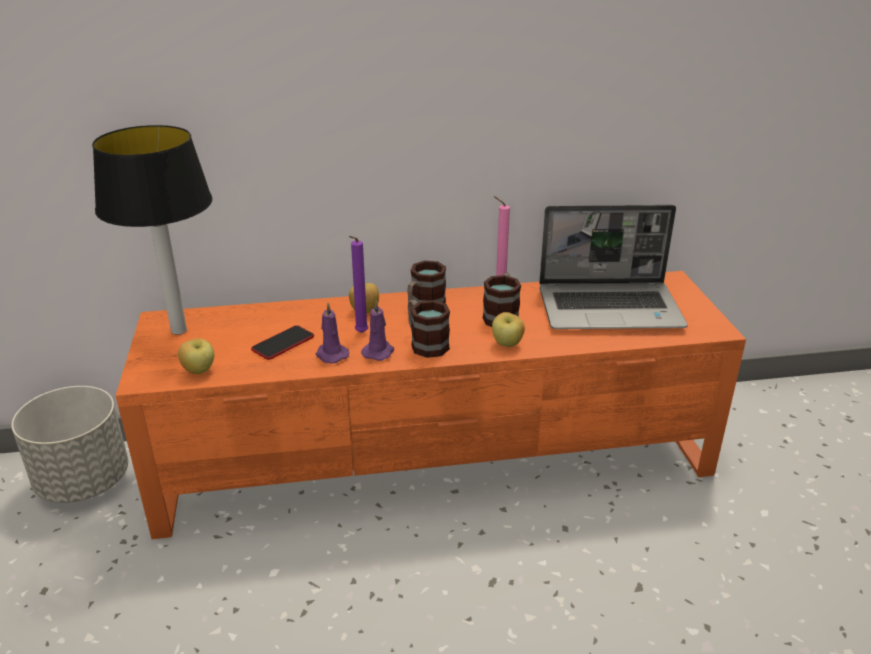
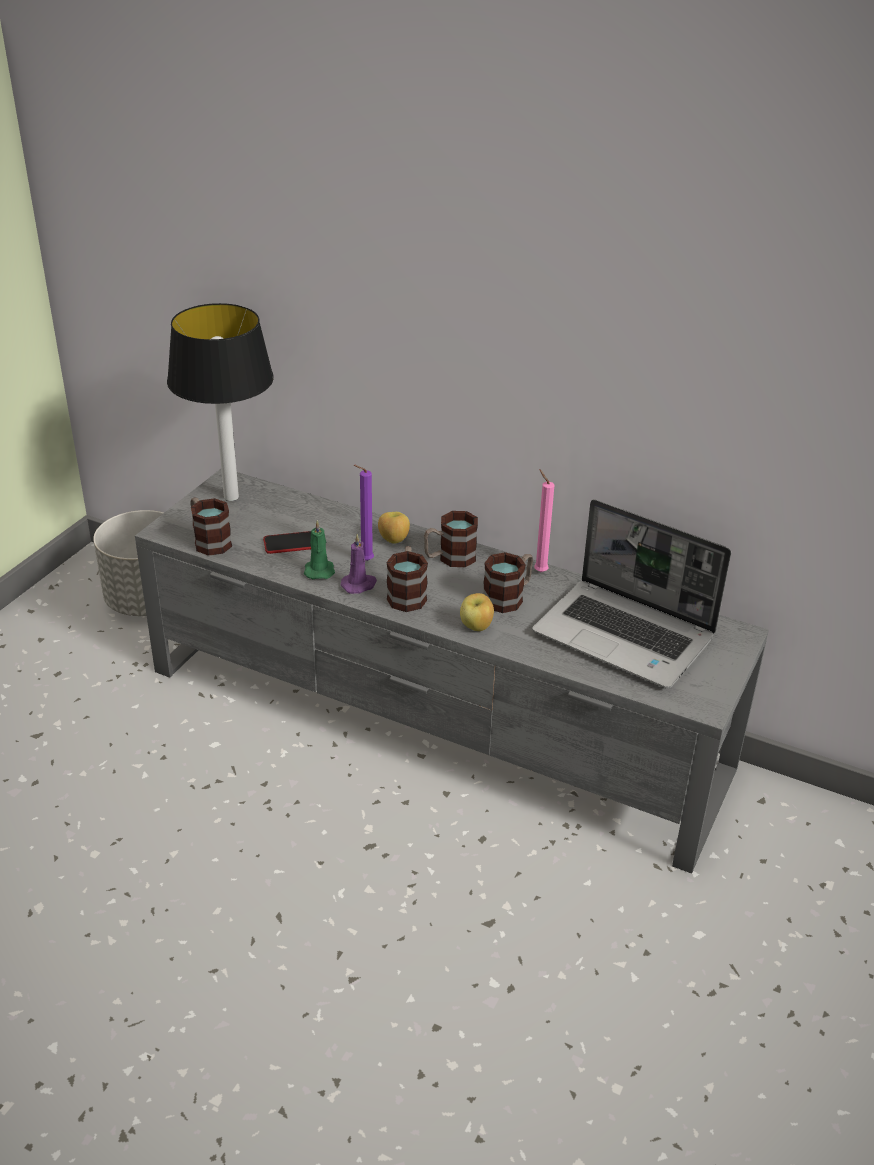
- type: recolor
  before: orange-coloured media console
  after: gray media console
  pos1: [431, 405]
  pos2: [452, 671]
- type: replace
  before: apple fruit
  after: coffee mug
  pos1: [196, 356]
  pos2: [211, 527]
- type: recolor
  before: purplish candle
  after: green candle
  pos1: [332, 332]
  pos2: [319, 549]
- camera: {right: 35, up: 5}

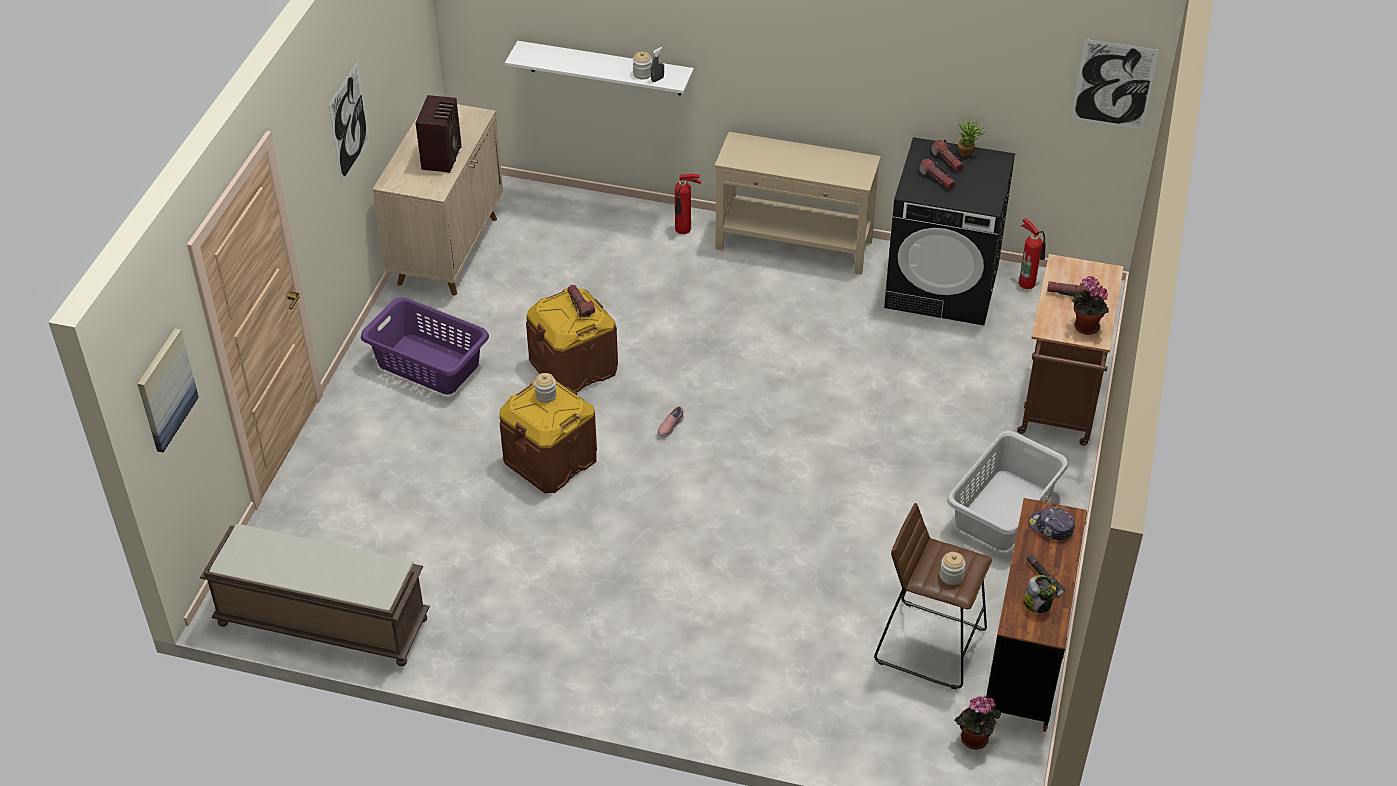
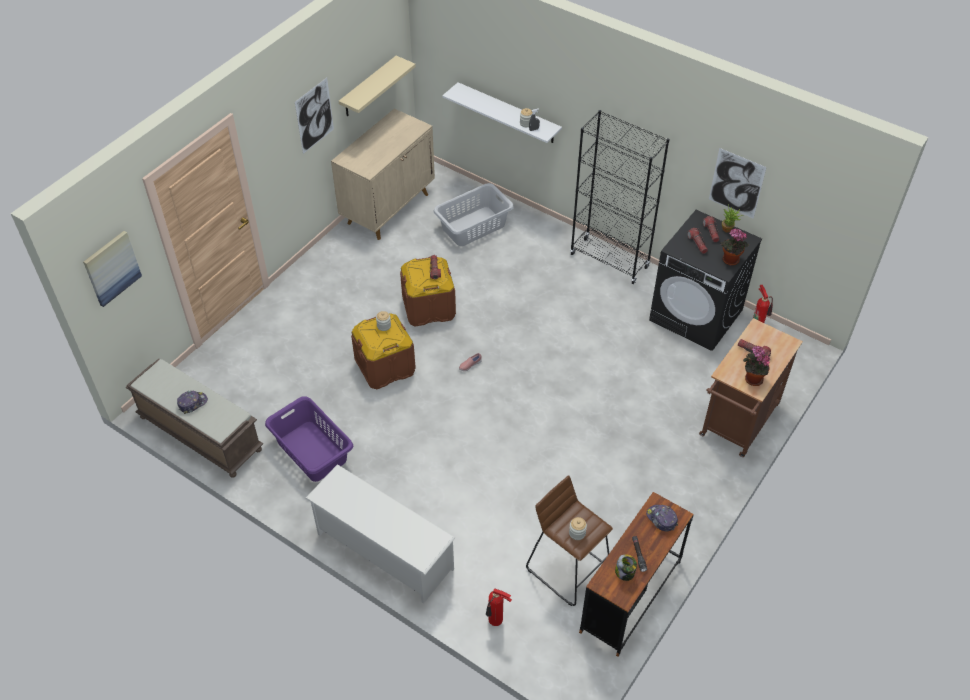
- type: move
  before: purplish laundry basket
  pos1: [425, 346]
  pos2: [309, 439]
- type: delete
  before: radio
  pos1: [438, 134]
- type: move
  before: fire extinguisher
  pos1: [688, 204]
  pos2: [499, 607]
- type: replace
  before: sand-coloured hall table
  after: black-coloured bookshelf
  pos1: [798, 203]
  pos2: [620, 197]
- type: move
  before: gray laundry basket
  pos1: [1007, 490]
  pos2: [473, 214]
- type: move
  before: potted plant
  pos1: [977, 723]
  pos2: [734, 247]
- type: move
  before: wall picture
  pos1: [1115, 84]
  pos2: [737, 183]
- type: insert
  after: baseball cap
  pos2: [192, 402]
- type: insert
  after: white shoe shelf
  pos2: [380, 534]
- type: insert
  after: sand-coloured wall shelf
  pos2: [377, 86]
- camera: {right: 20, up: 5}

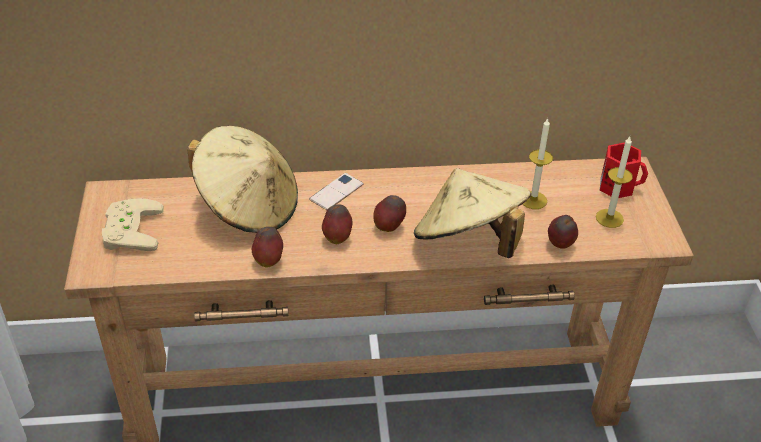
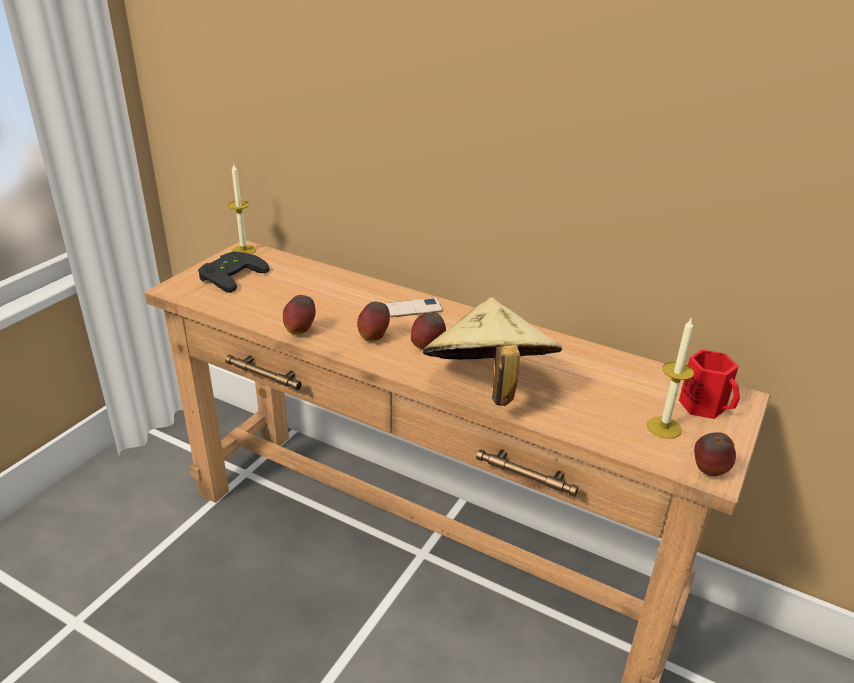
- type: recolor
  before: sand-coloured game controller
  after: black-coloured game controller
  pos1: [133, 224]
  pos2: [234, 272]
- type: delete
  before: sand-coloured hat
  pos1: [242, 179]
- type: move
  before: candle
  pos1: [538, 163]
  pos2: [242, 209]
- type: move
  before: apple fruit
  pos1: [563, 232]
  pos2: [715, 454]
- camera: {right: 35, up: -10}

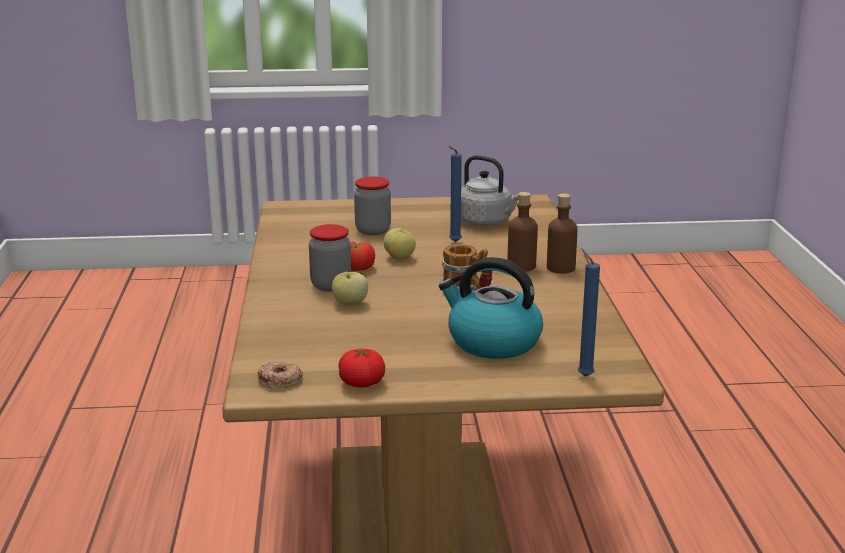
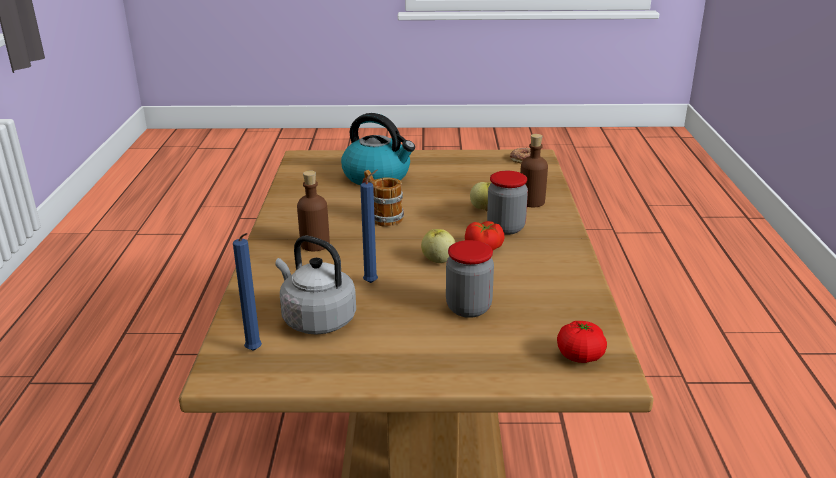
- type: move
  before: tomato
  pos1: [362, 367]
  pos2: [582, 342]
- type: move
  before: brown bottle
  pos1: [562, 233]
  pos2: [534, 170]
- type: move
  before: bluish candle
  pos1: [589, 313]
  pos2: [247, 292]
- camera: {right: -175, up: 5}

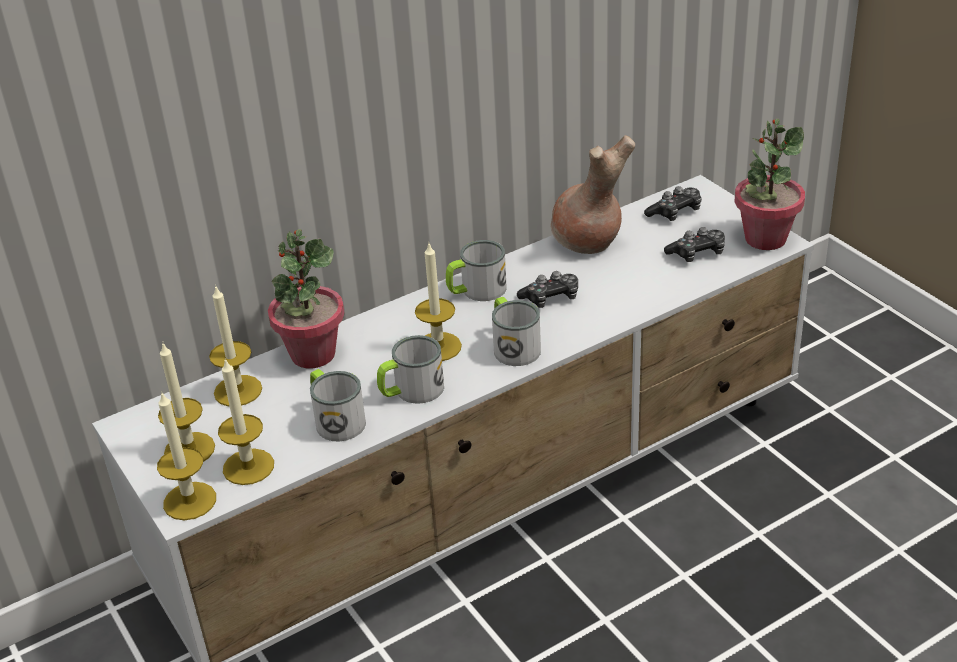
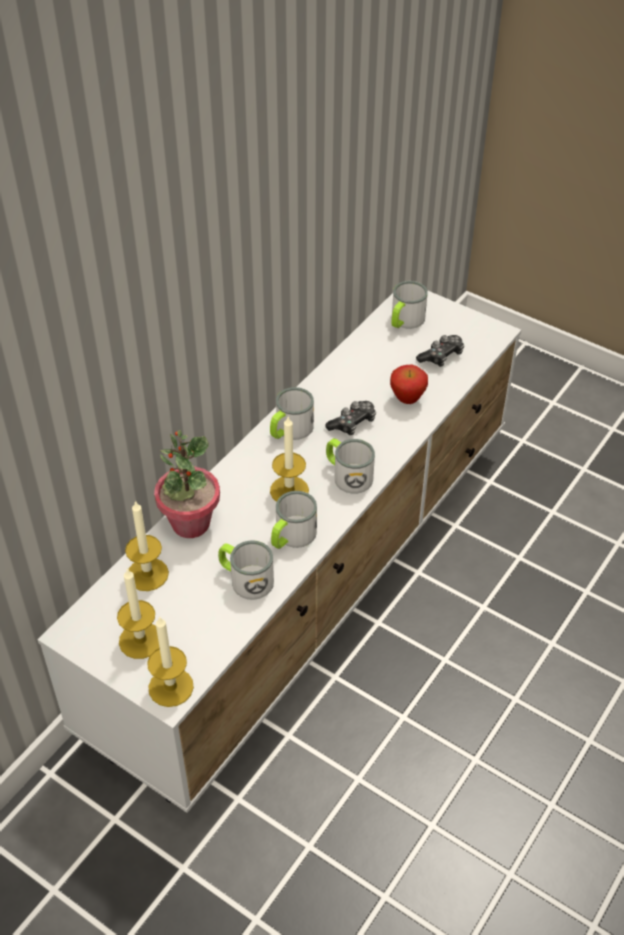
- type: delete
  before: candle
  pos1: [246, 422]
- type: delete
  before: brown decorative vase
  pos1: [592, 194]
- type: replace
  before: game controller
  after: coffee mug
  pos1: [673, 203]
  pos2: [409, 305]
- type: delete
  before: potted plant
  pos1: [770, 184]
- type: insert
  after: apple fruit
  pos2: [409, 384]
- camera: {right: -25, up: 10}

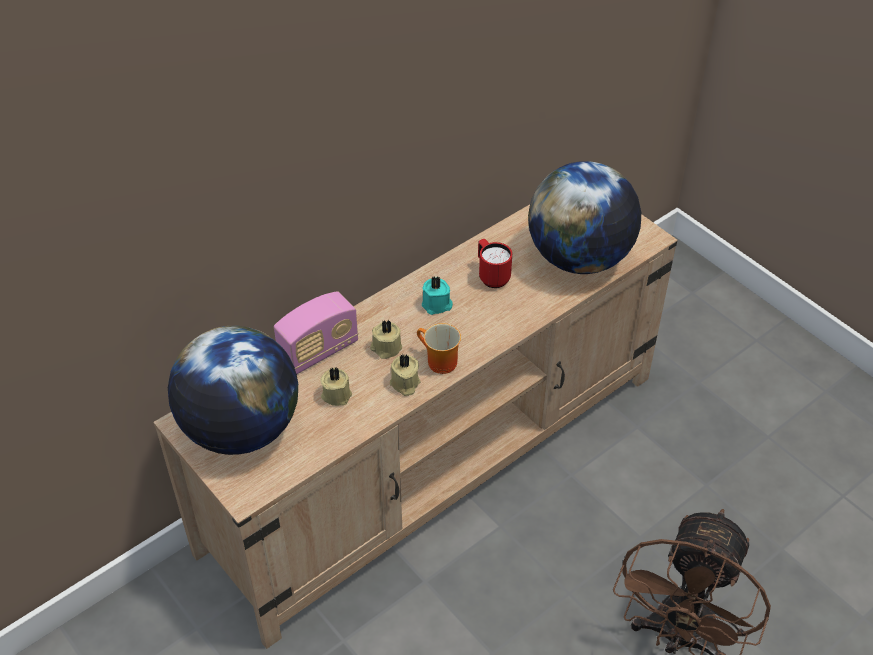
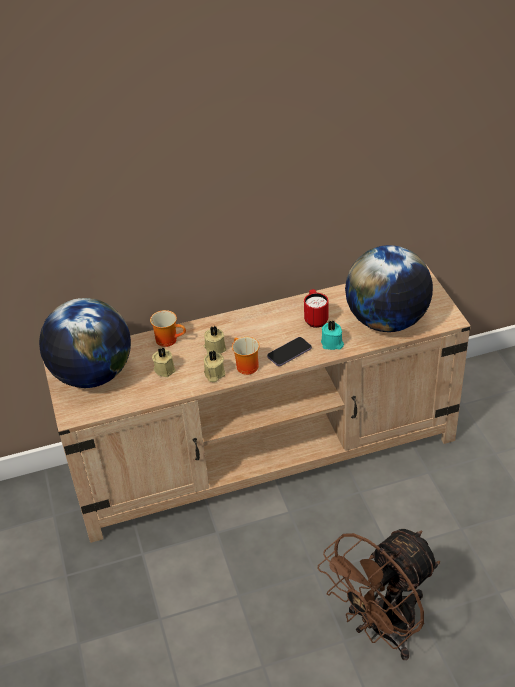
- type: replace
  before: radio
  after: coffee mug
  pos1: [316, 333]
  pos2: [168, 328]
- type: move
  before: turquoise-coloured candle
  pos1: [437, 295]
  pos2: [332, 335]
- type: insert
  after: handset
  pos2: [289, 351]
- camera: {right: 25, up: -5}

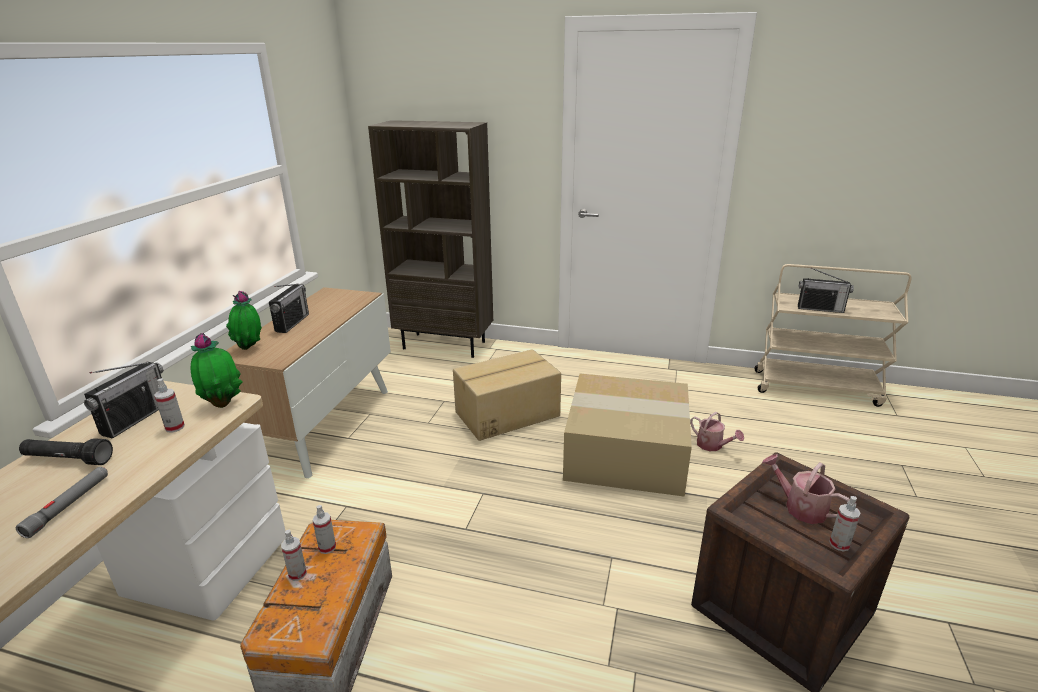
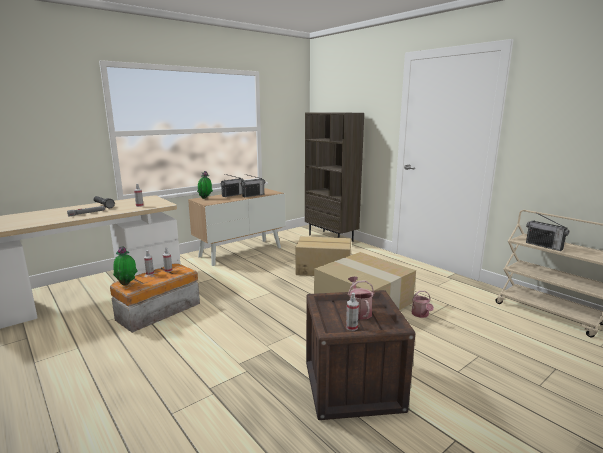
- type: move
  before: radio
  pos1: [123, 400]
  pos2: [253, 185]
- type: move
  before: potted plant
  pos1: [217, 370]
  pos2: [125, 265]
- camera: {right: 35, up: -10}

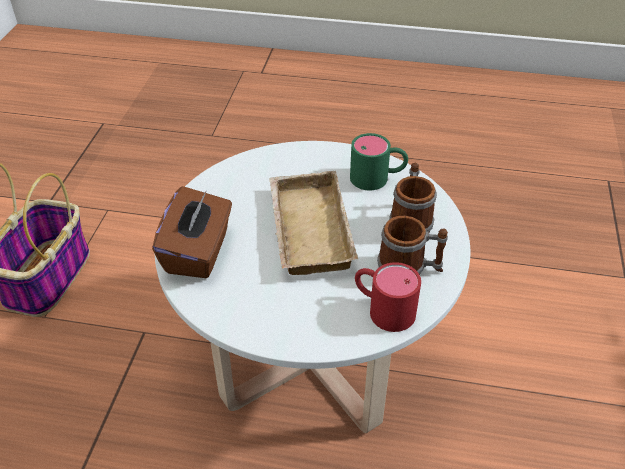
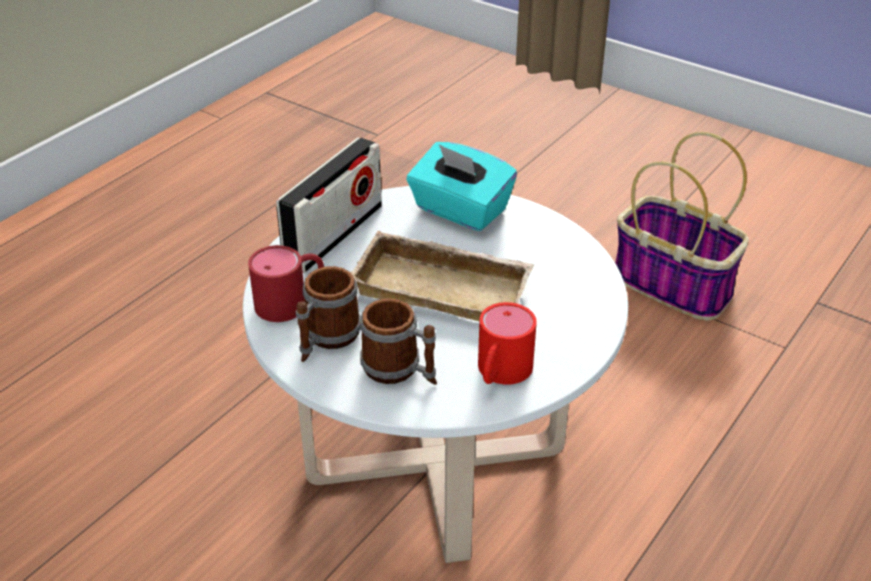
- type: recolor
  before: brown tissue holder
  after: turquoise-coloured tissue holder
  pos1: [192, 232]
  pos2: [461, 186]
- type: recolor
  before: green coffee mug
  after: reddish coffee mug
  pos1: [379, 161]
  pos2: [507, 343]
- type: insert
  after: radio
  pos2: [329, 205]
- camera: {right: 115, up: -5}

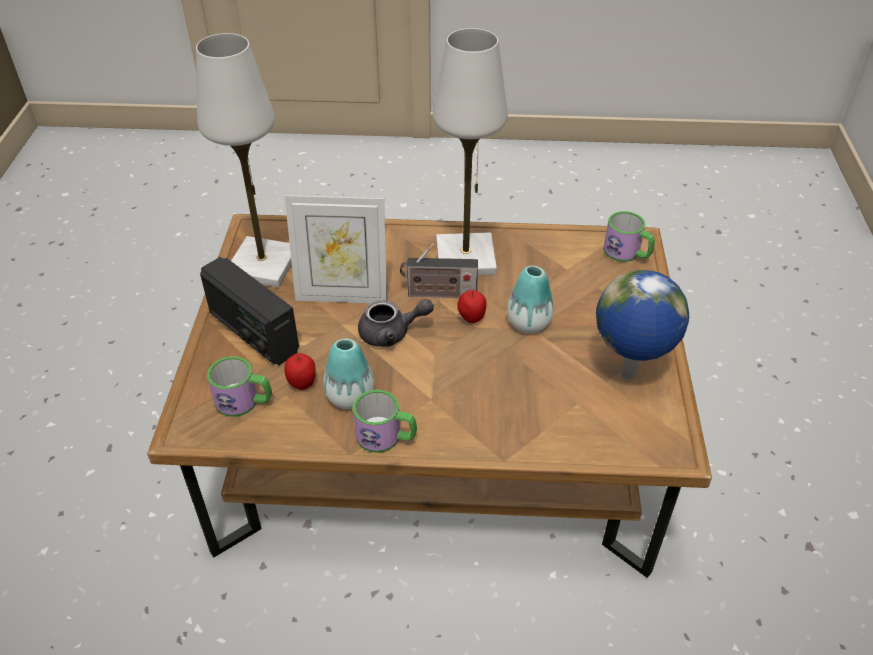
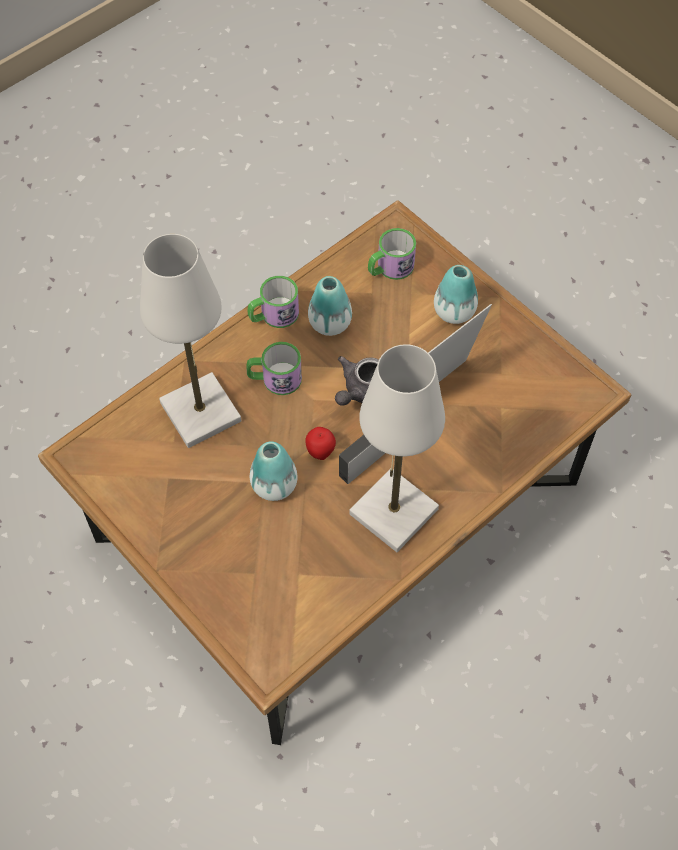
- type: move
  before: white lamp for a table
  pos1: [244, 160]
  pos2: [190, 341]
- type: replace
  before: radio
  after: decorative vase
  pos1: [249, 311]
  pos2: [456, 294]
- type: delete
  before: apple fruit
  pos1: [300, 371]
- type: delete
  before: world globe
  pos1: [642, 324]
- type: move
  before: coffee mug
  pos1: [629, 236]
  pos2: [274, 368]
- camera: {right: 135, up: 15}

